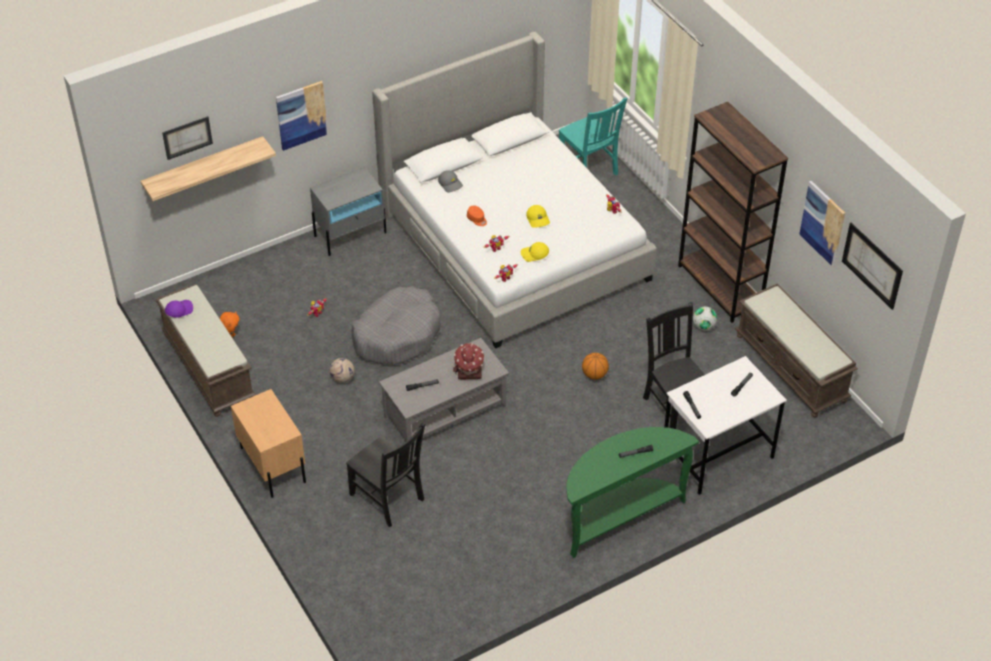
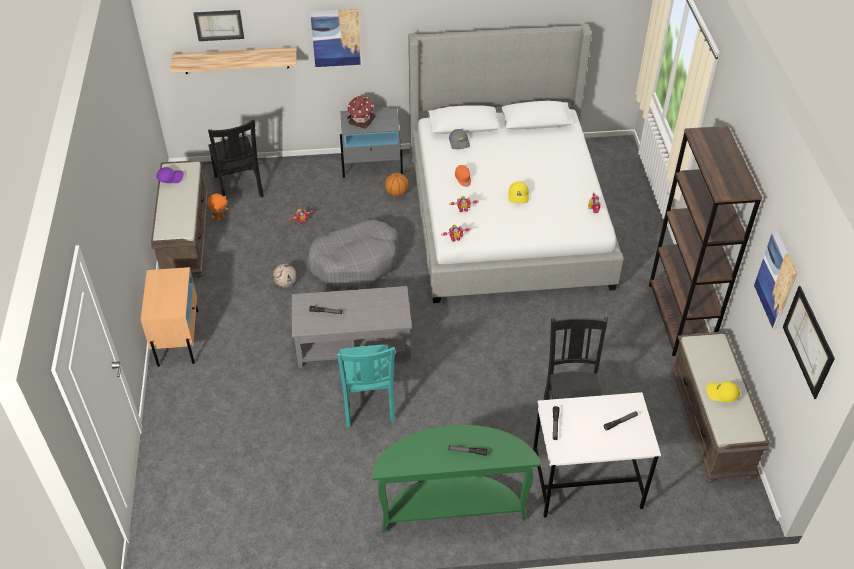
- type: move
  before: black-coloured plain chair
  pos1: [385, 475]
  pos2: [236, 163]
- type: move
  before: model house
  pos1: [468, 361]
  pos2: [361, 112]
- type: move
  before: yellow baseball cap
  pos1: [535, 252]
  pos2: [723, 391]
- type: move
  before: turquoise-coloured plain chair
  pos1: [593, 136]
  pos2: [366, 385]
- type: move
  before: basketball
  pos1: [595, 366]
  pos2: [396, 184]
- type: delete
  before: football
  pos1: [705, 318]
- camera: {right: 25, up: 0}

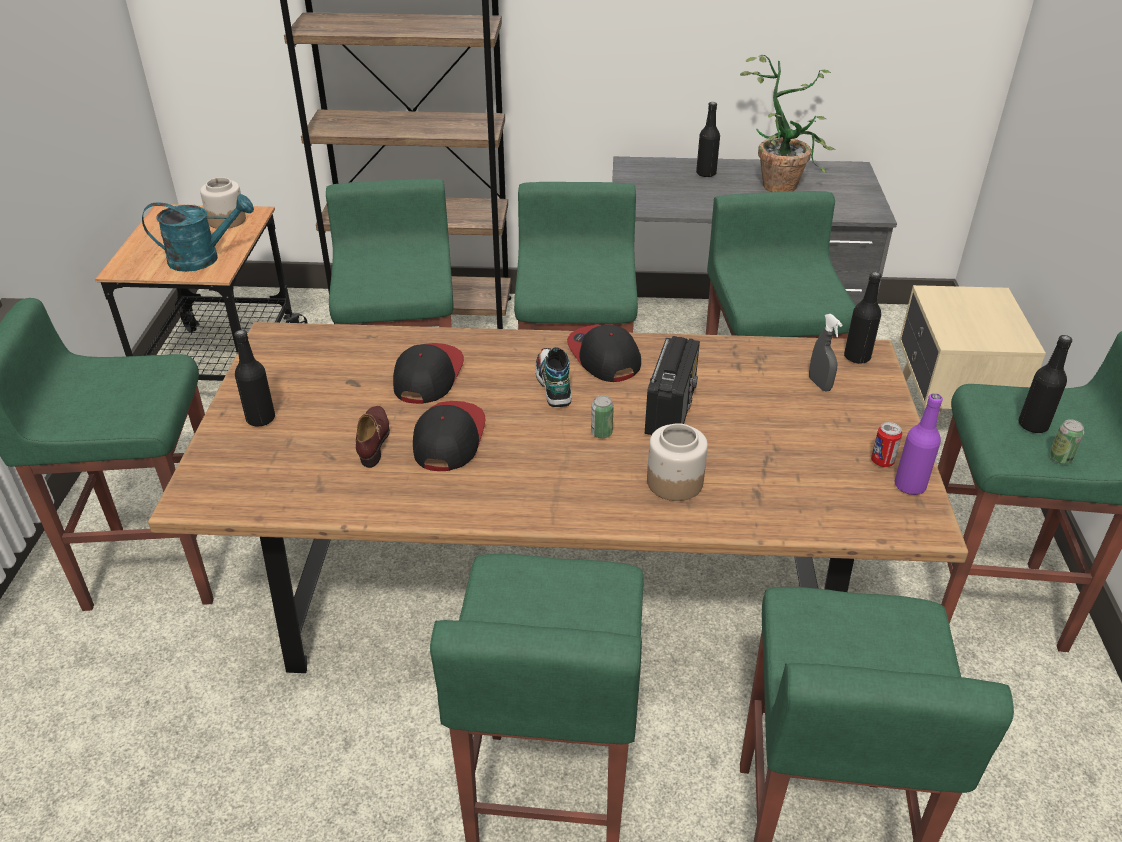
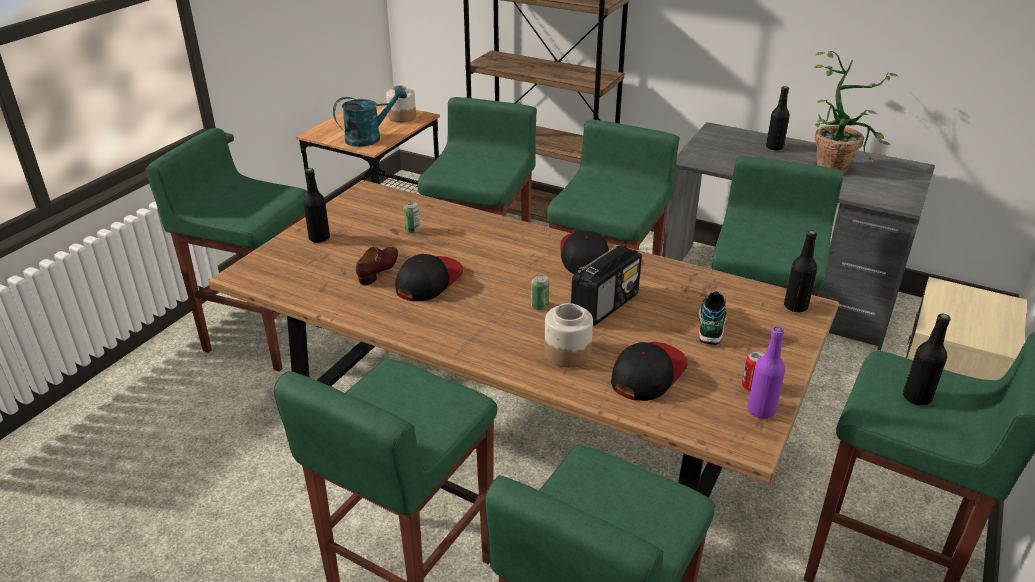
- type: rotate
  before: turquoise-coloured watering pot
  pos1: [198, 233]
  pos2: [370, 116]
  turn: -45
- type: move
  before: baseball cap
  pos1: [428, 373]
  pos2: [649, 371]
- type: move
  before: shoe
  pos1: [553, 377]
  pos2: [712, 318]
- type: delete
  before: gray spray bottle
  pos1: [826, 352]
- type: move
  before: metal can
  pos1: [1066, 441]
  pos2: [412, 217]
- camera: {right: 25, up: -5}

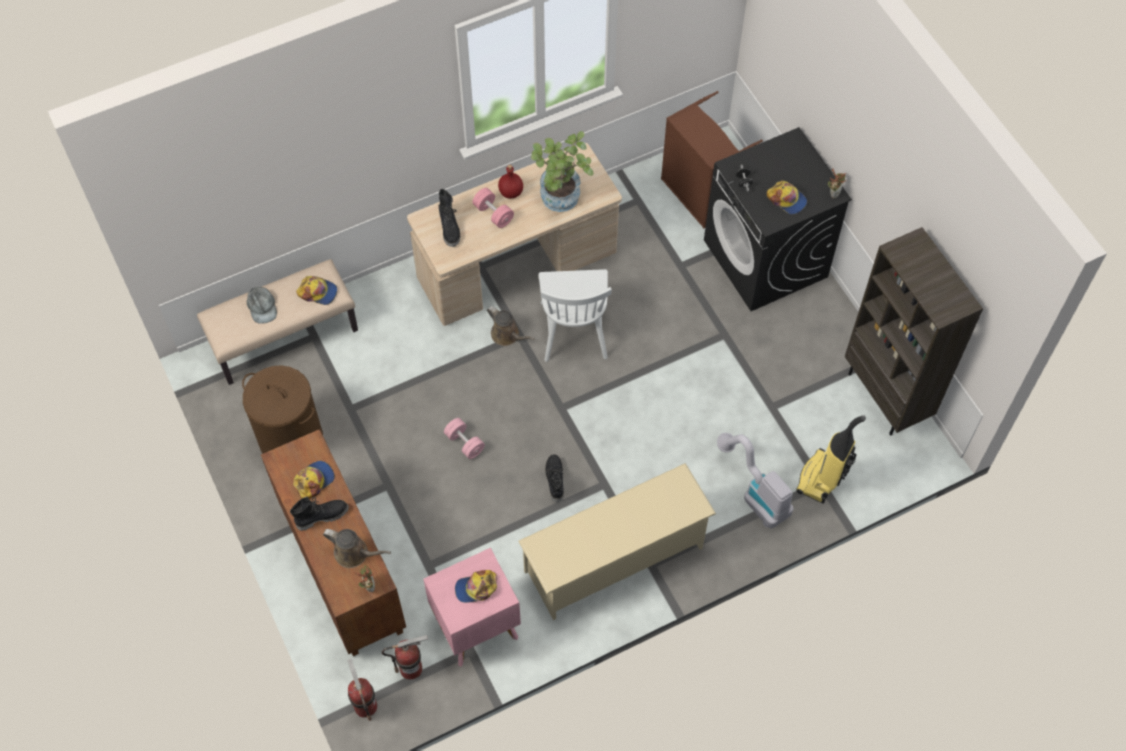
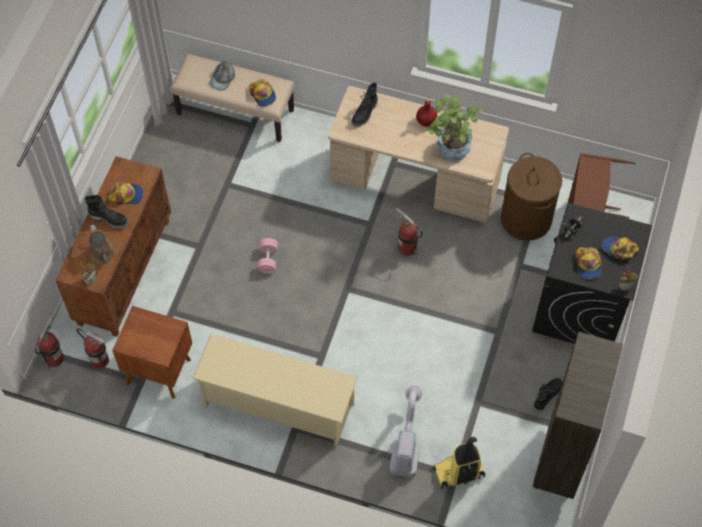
- type: move
  before: brown laundry basket
  pos1: [282, 410]
  pos2: [531, 197]
- type: recolor
  before: pink nightstand
  after: brown nightstand
  pos1: [472, 607]
  pos2: [152, 352]
- type: move
  before: baseball cap
  pos1: [476, 586]
  pos2: [620, 248]
- type: delete
  before: pink hand weight
  pos1: [493, 208]
- type: delete
  before: brown watering pot
  pos1: [511, 326]
- type: replace
  before: white plain chair
  after: fire extinguisher
  pos1: [575, 315]
  pos2: [409, 231]
- type: move
  before: black-coloured tall boot
  pos1: [554, 478]
  pos2: [547, 395]
- camera: {right: 45, up: 0}

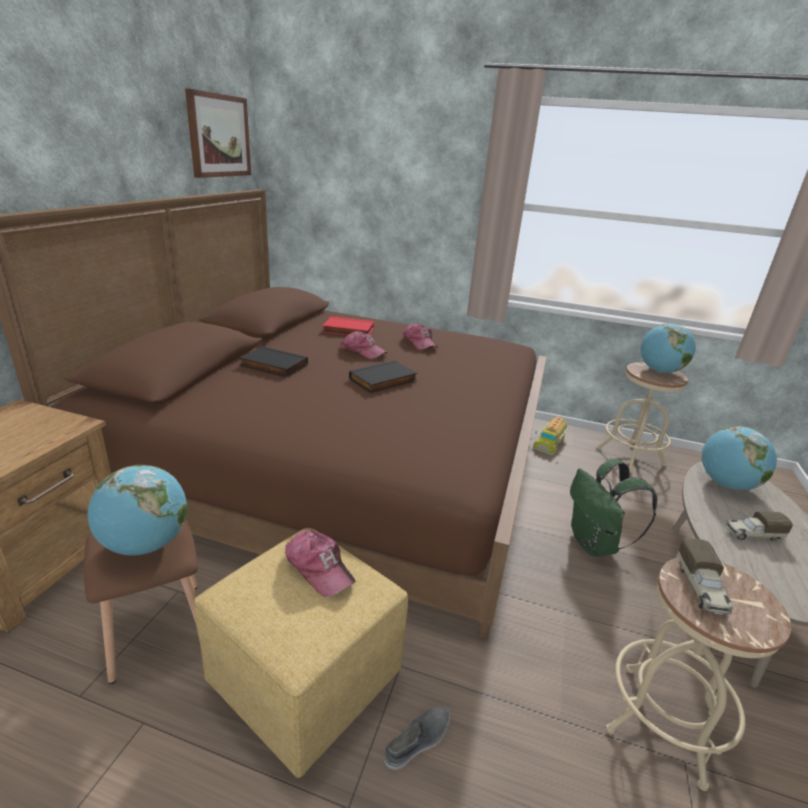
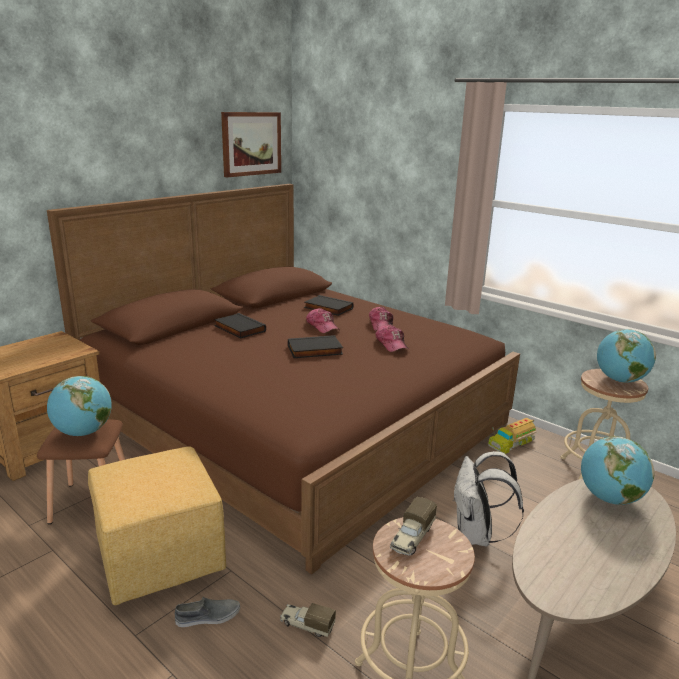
- type: move
  before: baseball cap
  pos1: [320, 563]
  pos2: [392, 338]
- type: recolor
  before: reddish volume
  after: black-coloured volume
  pos1: [348, 325]
  pos2: [328, 305]
- type: recolor
  before: green backpack
  after: white backpack
  pos1: [614, 507]
  pos2: [488, 498]
- type: move
  before: toy truck
  pos1: [759, 526]
  pos2: [308, 620]
- camera: {right: 25, up: -5}

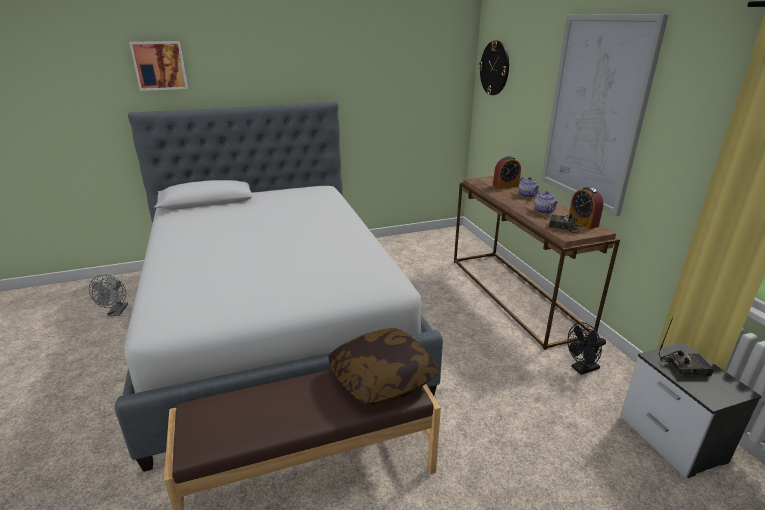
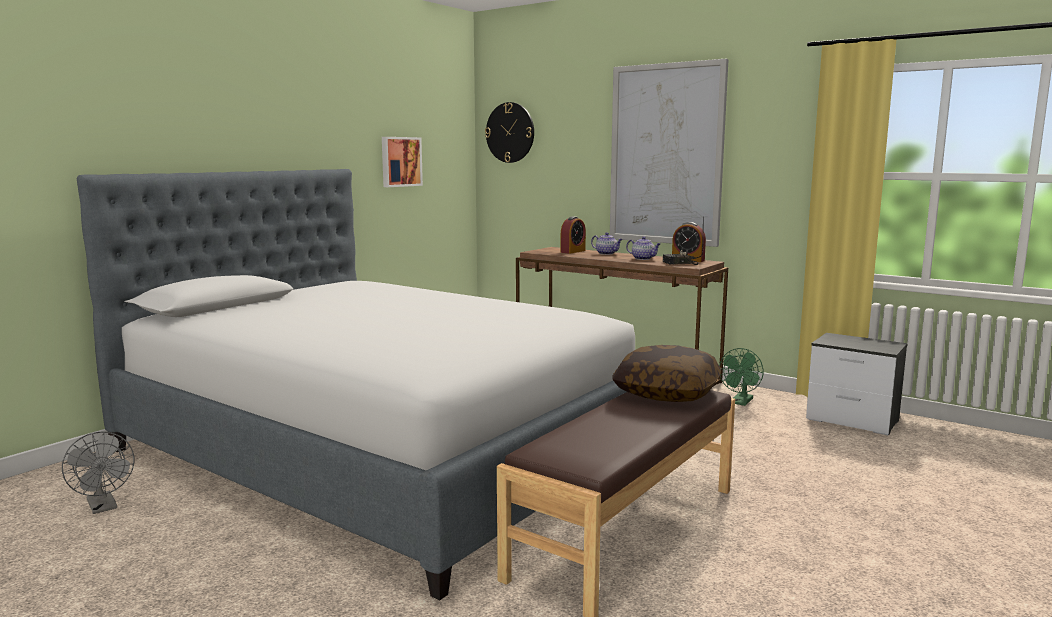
- type: move
  before: wall picture
  pos1: [158, 66]
  pos2: [402, 162]
- type: recolor
  before: black-coloured electric fan
  after: green electric fan
  pos1: [586, 348]
  pos2: [741, 377]
- type: delete
  before: radio
  pos1: [686, 347]
- camera: {right: -35, up: -15}

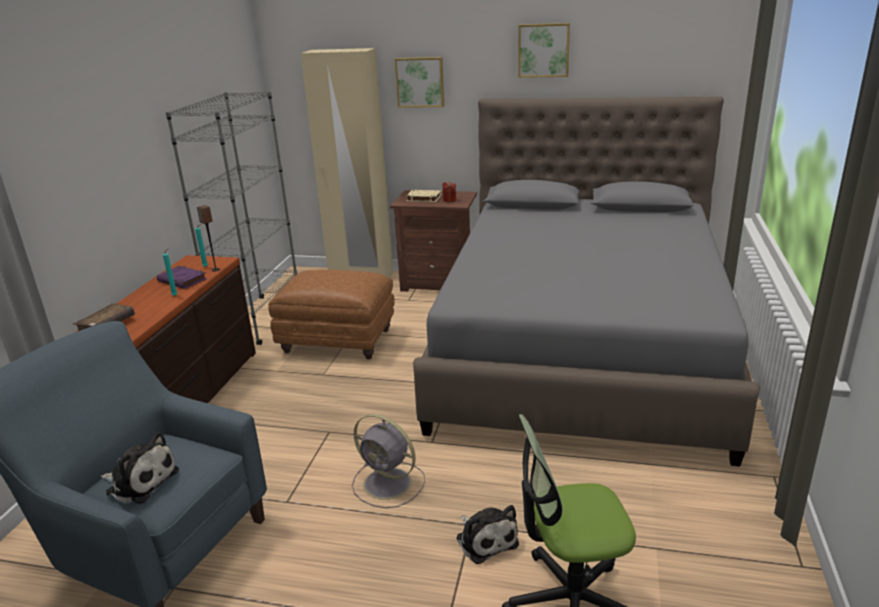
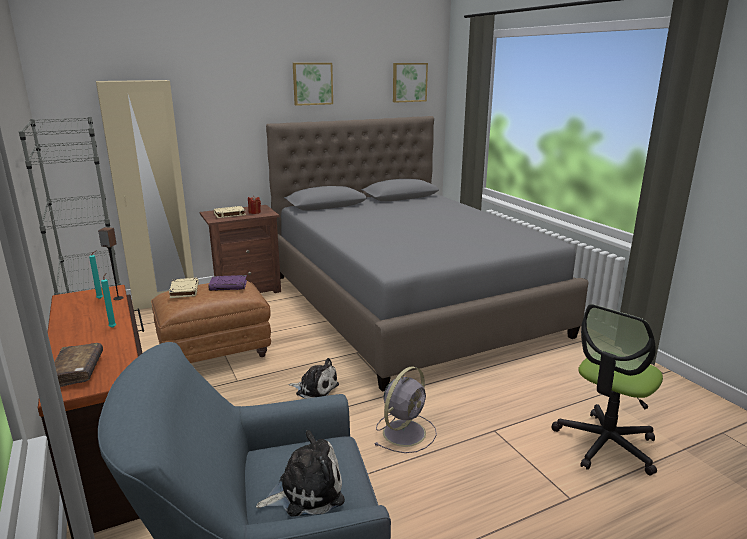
- type: move
  before: purplish volume
  pos1: [182, 277]
  pos2: [228, 283]
- type: rotate
  before: gray electric fan
  pos1: [388, 461]
  pos2: [405, 409]
  turn: -45
- type: move
  before: wall picture
  pos1: [419, 82]
  pos2: [410, 83]
- type: move
  before: plush toy
  pos1: [487, 534]
  pos2: [313, 378]
- type: insert
  after: sand-coloured volume
  pos2: [184, 288]
- camera: {right: -40, up: -5}

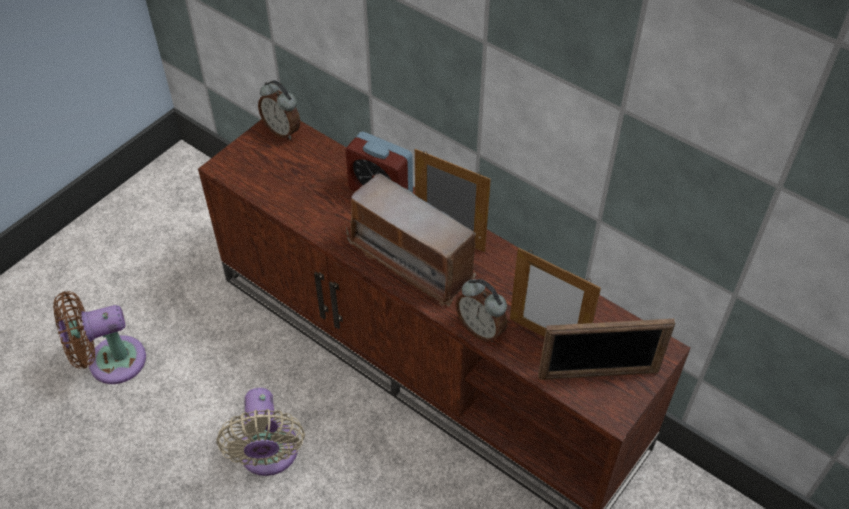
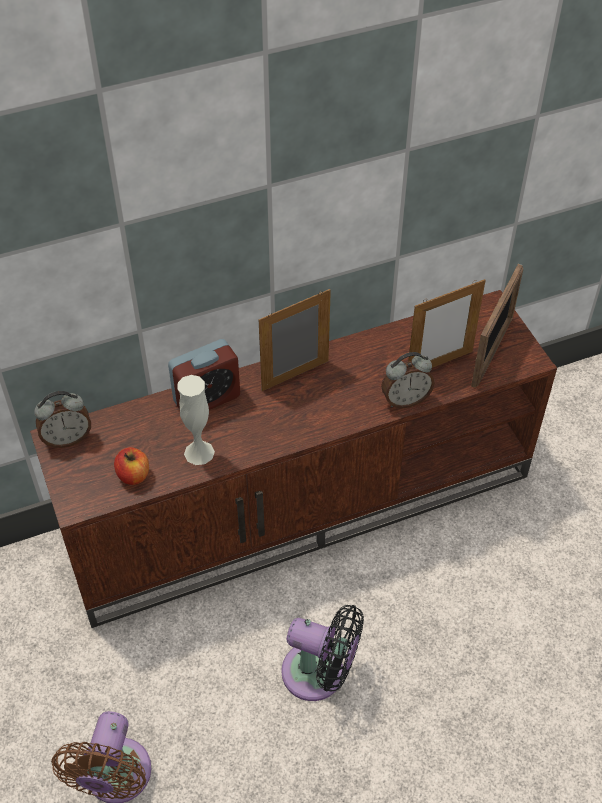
- type: recolor
  before: sand-coloured electric fan
  after: black-coloured electric fan
  pos1: [260, 432]
  pos2: [322, 653]
- type: delete
  before: radio
  pos1: [413, 240]
- type: insert
  after: apple fruit
  pos2: [131, 466]
- type: insert
  after: white decorative vase
  pos2: [196, 420]
- camera: {right: -60, up: 0}

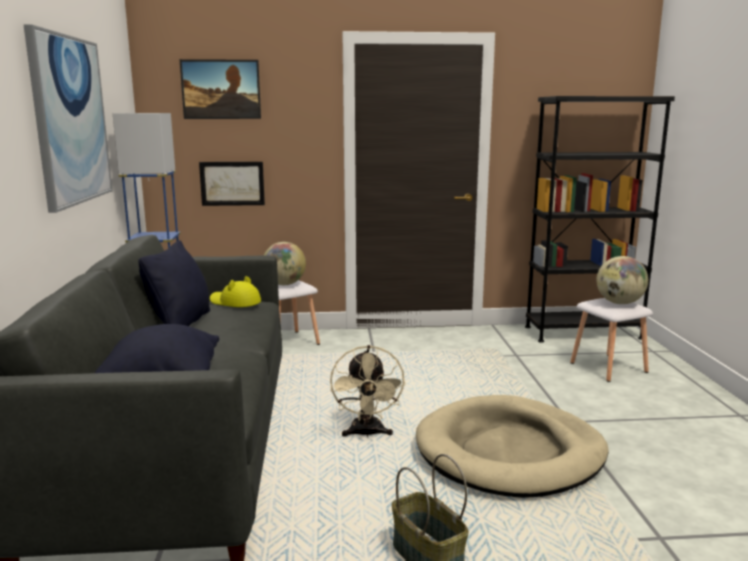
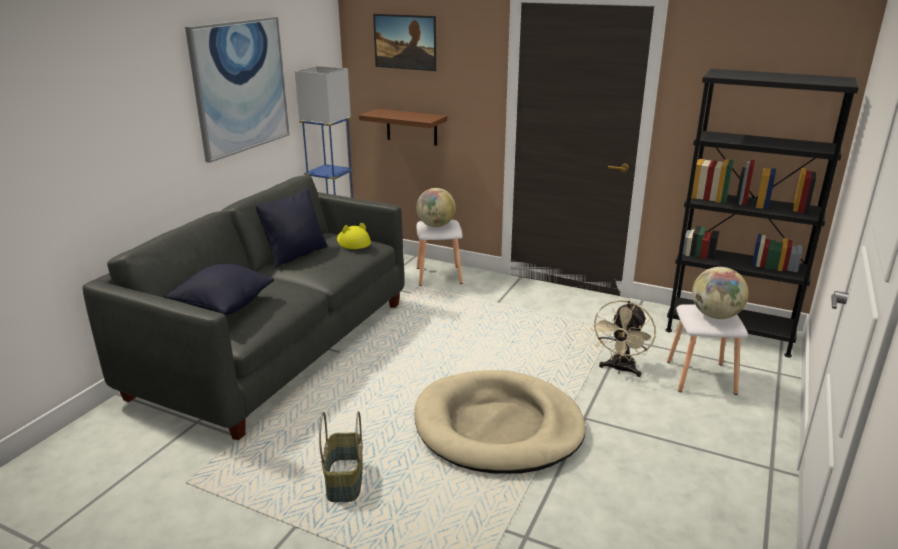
- type: replace
  before: wall picture
  after: brown wall shelf
  pos1: [232, 184]
  pos2: [403, 127]
- type: move
  before: sand-coloured electric fan
  pos1: [368, 391]
  pos2: [623, 338]
- camera: {right: 30, up: 10}

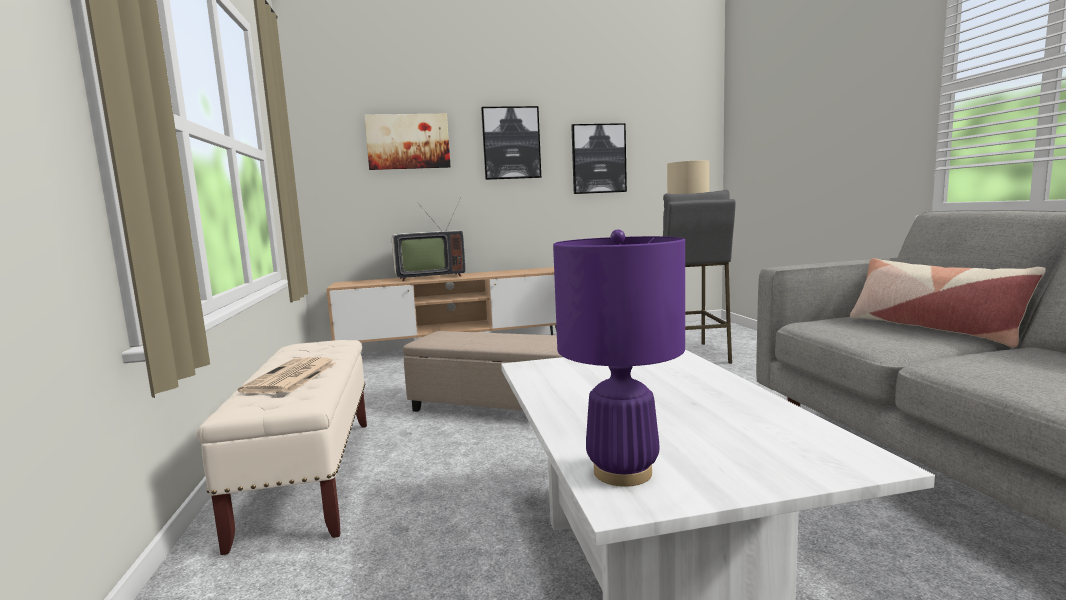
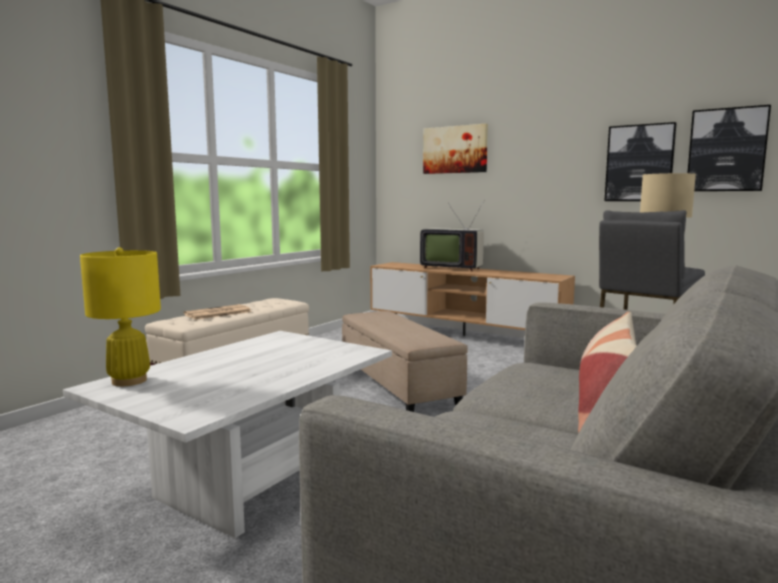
- type: move
  before: wall picture
  pos1: [511, 143]
  pos2: [729, 148]
- type: recolor
  before: purplish lamp for a table
  after: yellow lamp for a table
  pos1: [619, 358]
  pos2: [120, 317]
- camera: {right: 45, up: 0}

